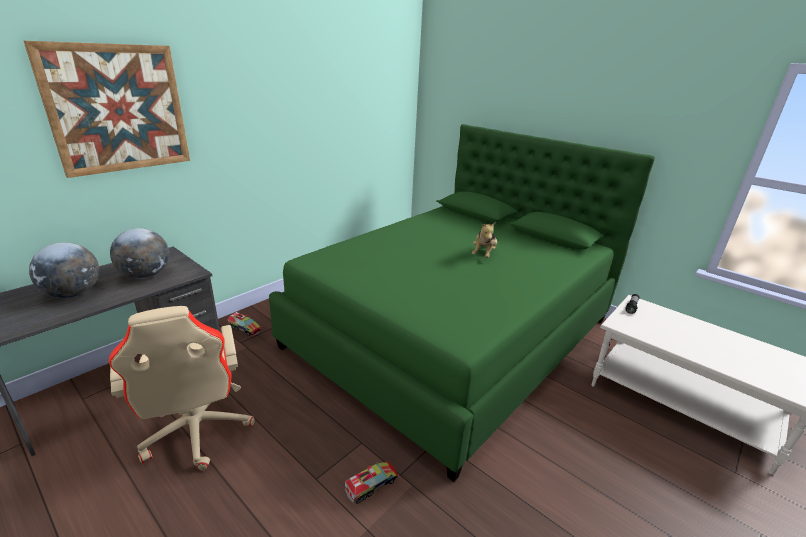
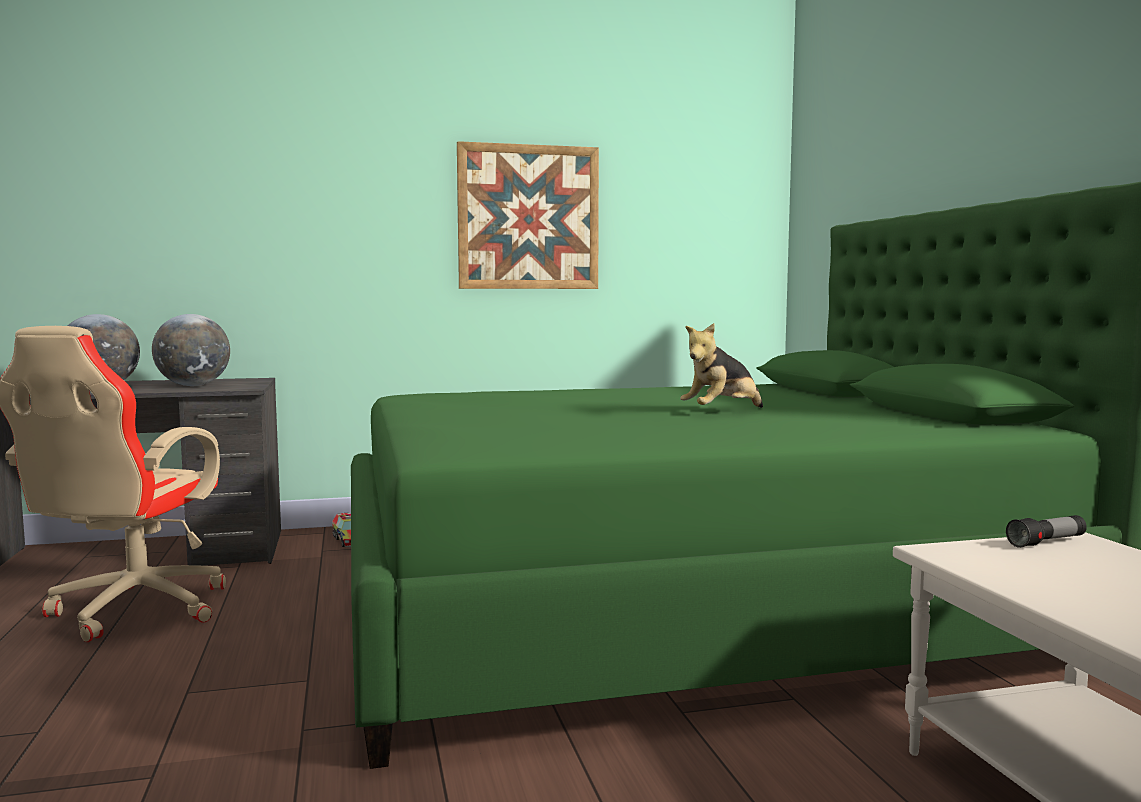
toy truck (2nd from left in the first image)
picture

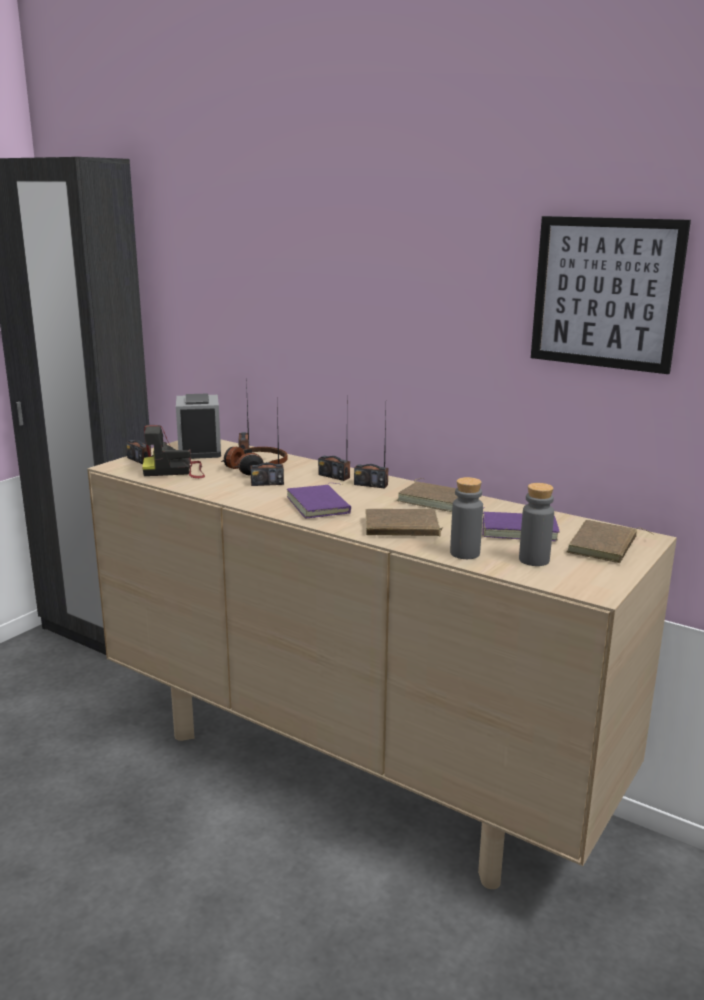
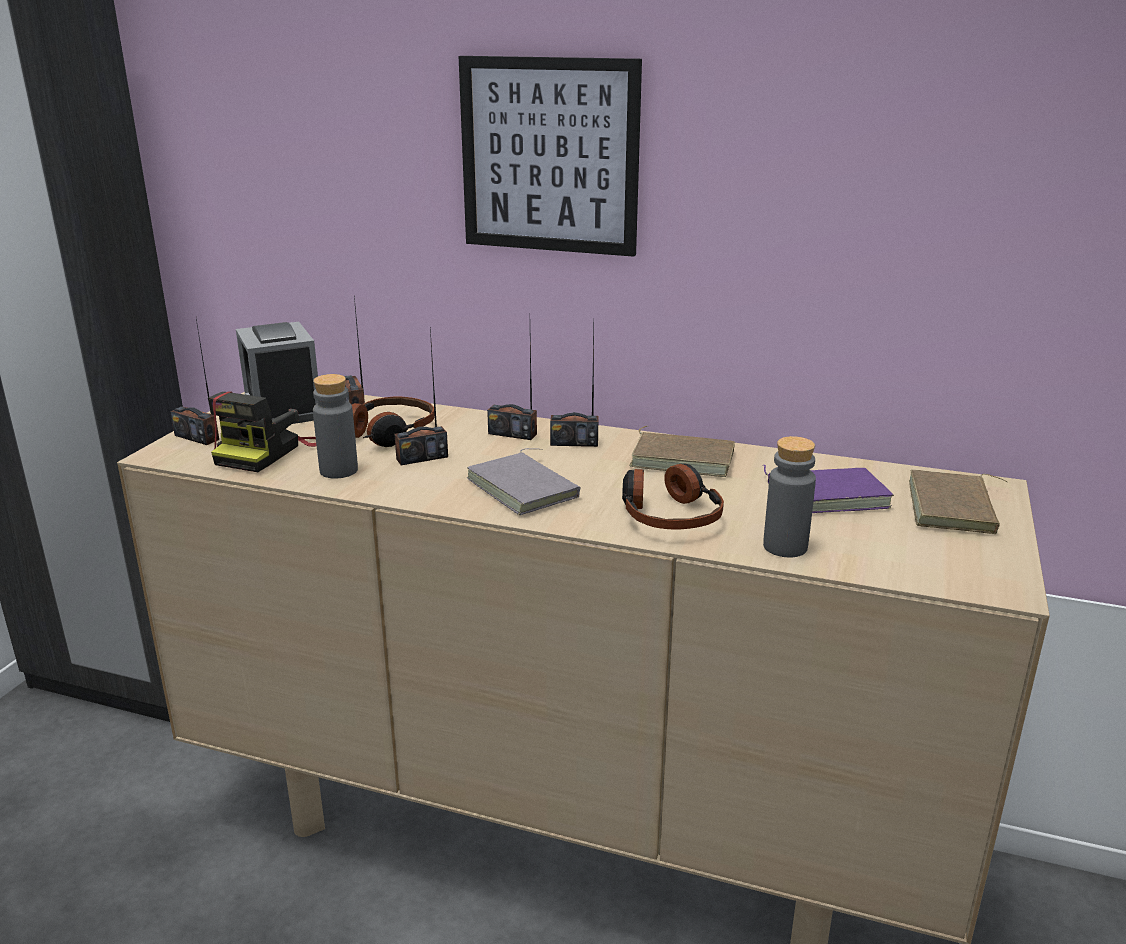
grey bottle (1st from left)
picture
headphones (2nd from left)
grey book
photo camera

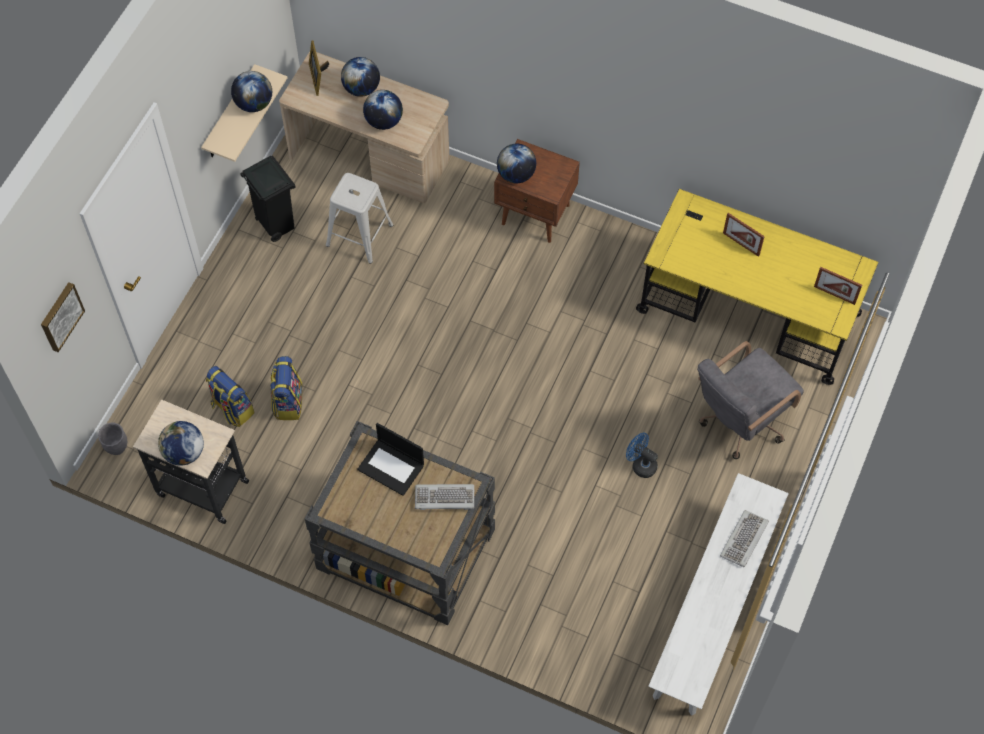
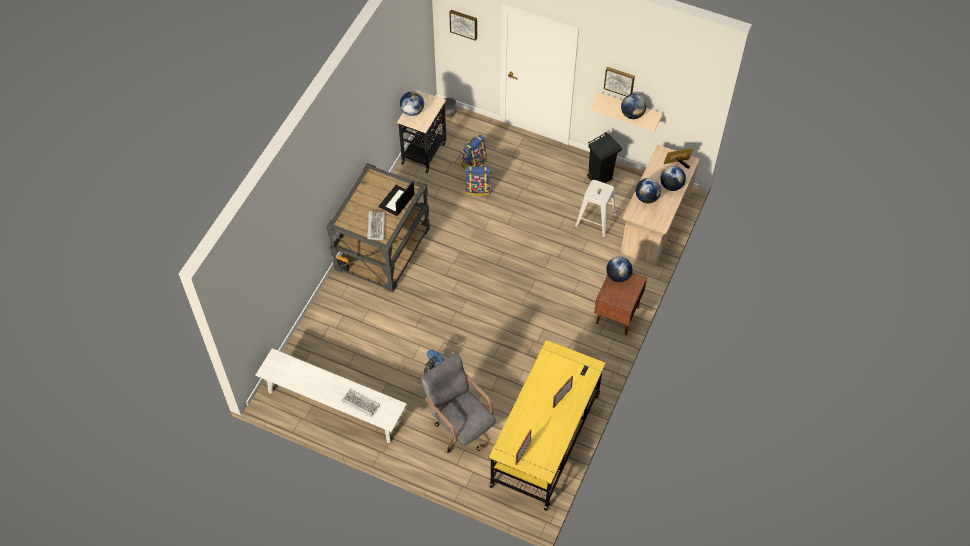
picture (2nd from left)

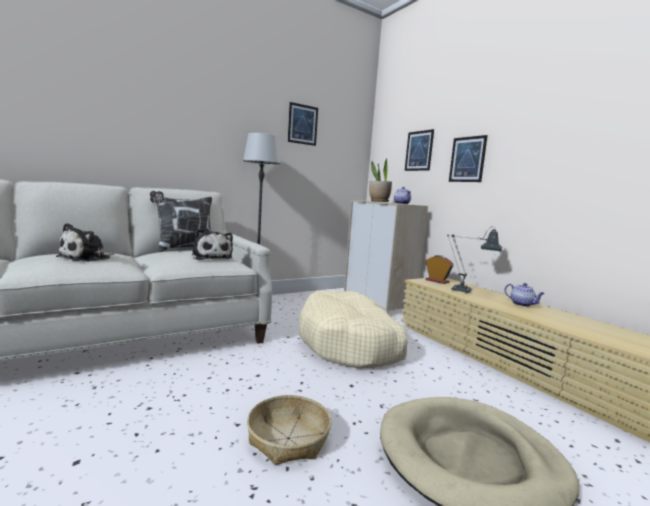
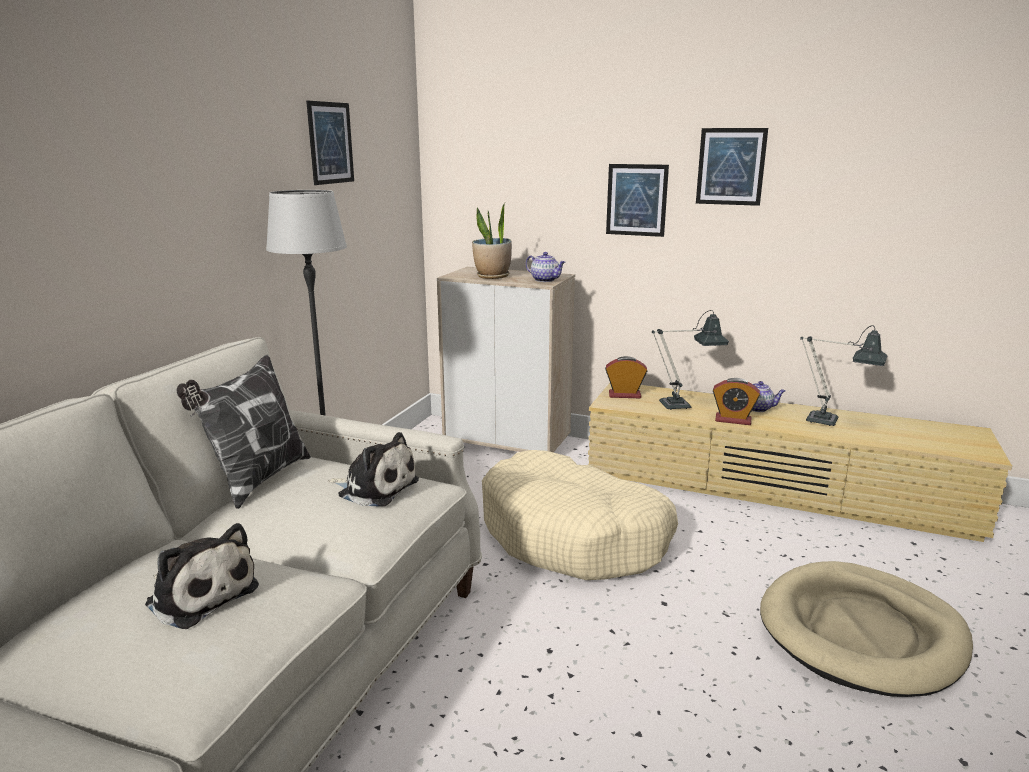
basket
alarm clock (2nd from left)
table lamp (2nd from left)
picture (3rd from left)
plush toy (1st from left)

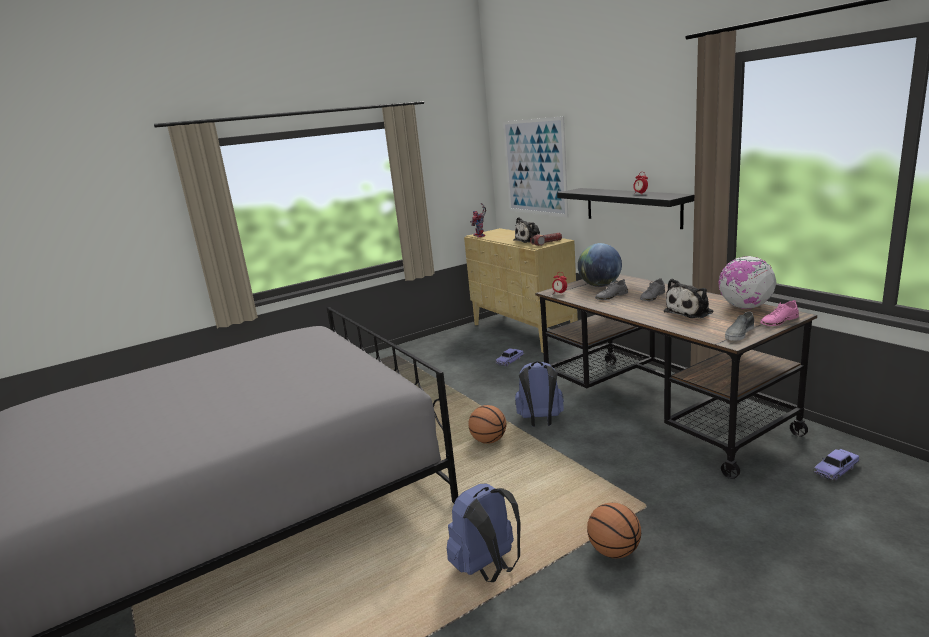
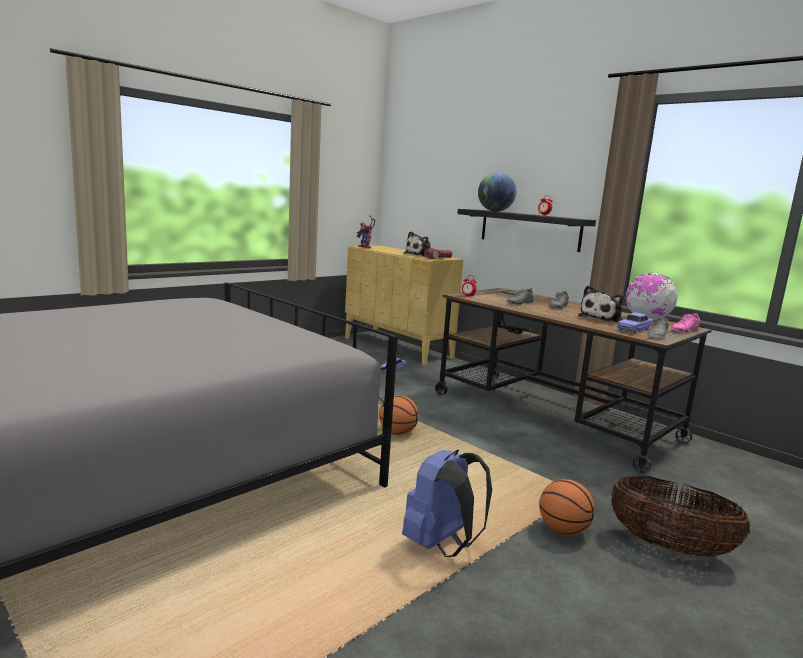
picture
blue backpack (2nd from left in the first image)
basket
globe (1st from left)
toy car (2nd from left)

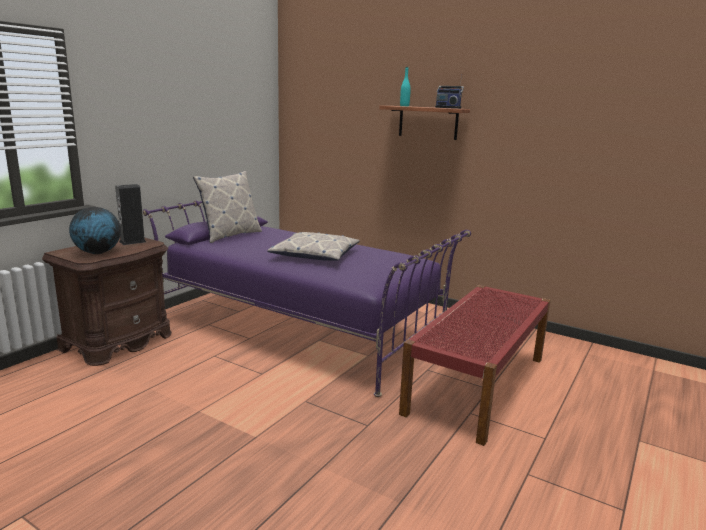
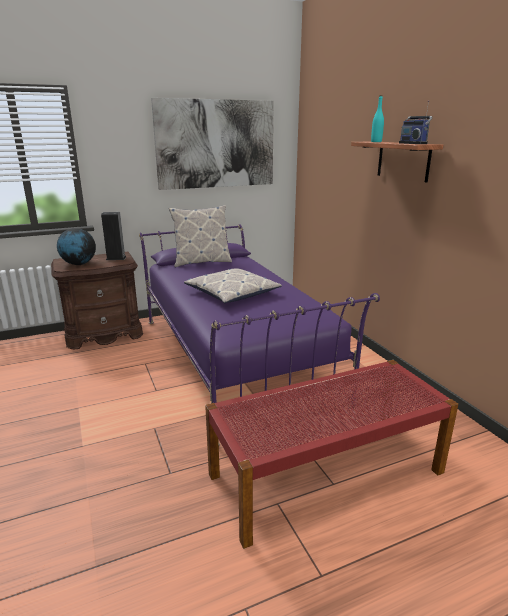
picture

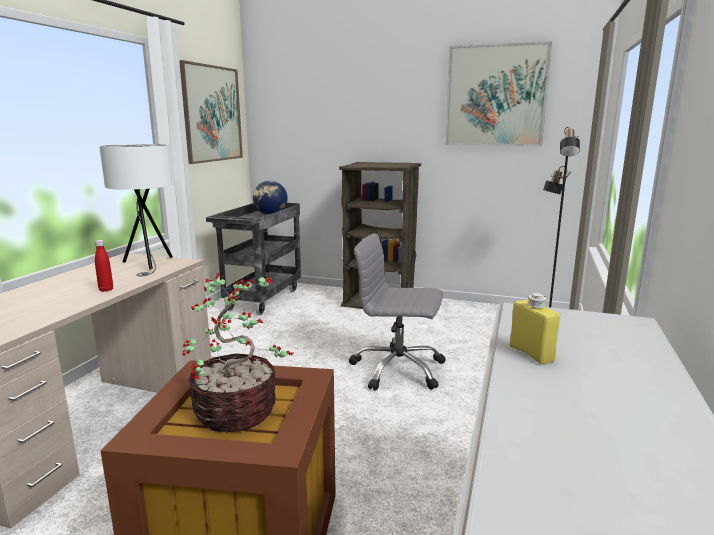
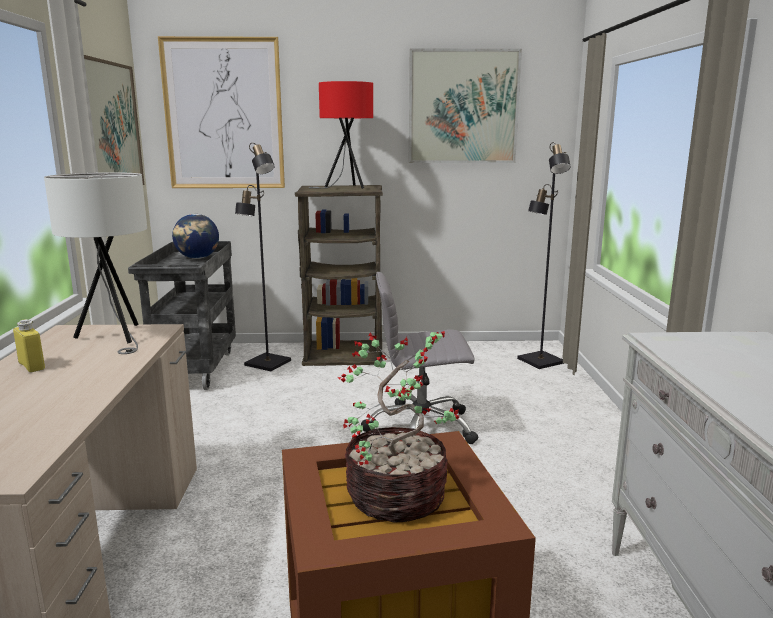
red bottle
picture (2nd from left)
black floor lamp (1st from left)
red table lamp
yellow bottle

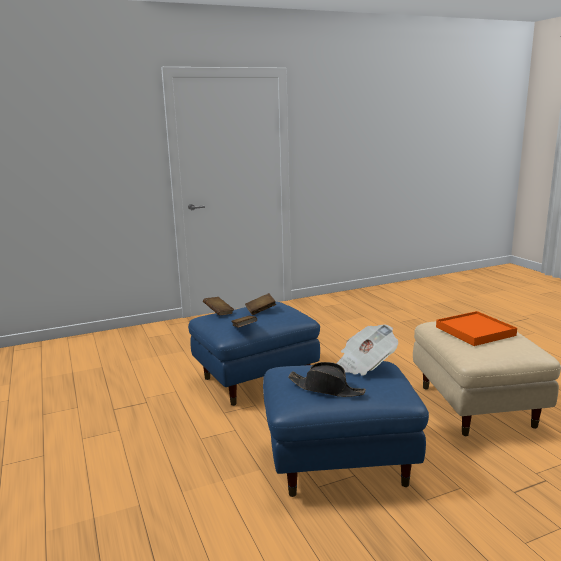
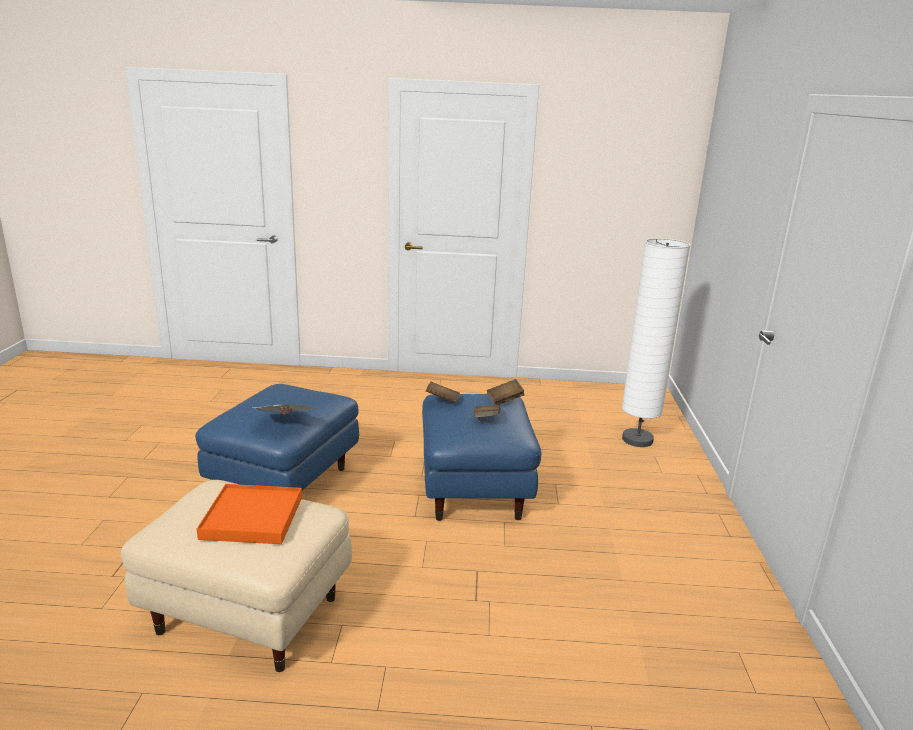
black hat
white floor lamp

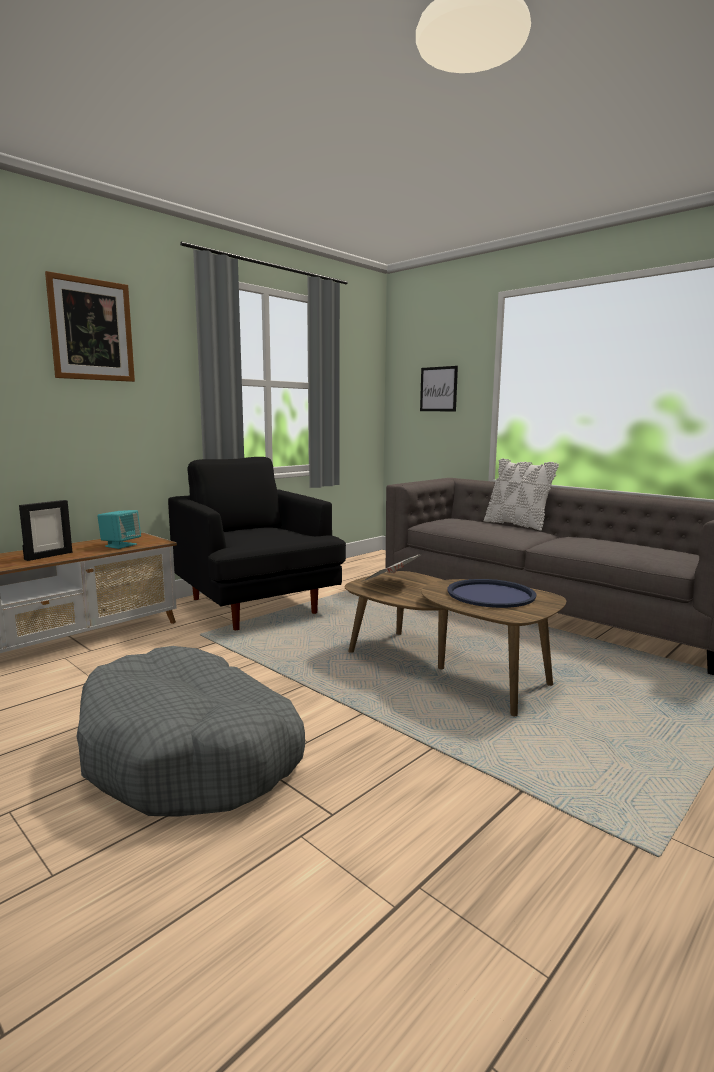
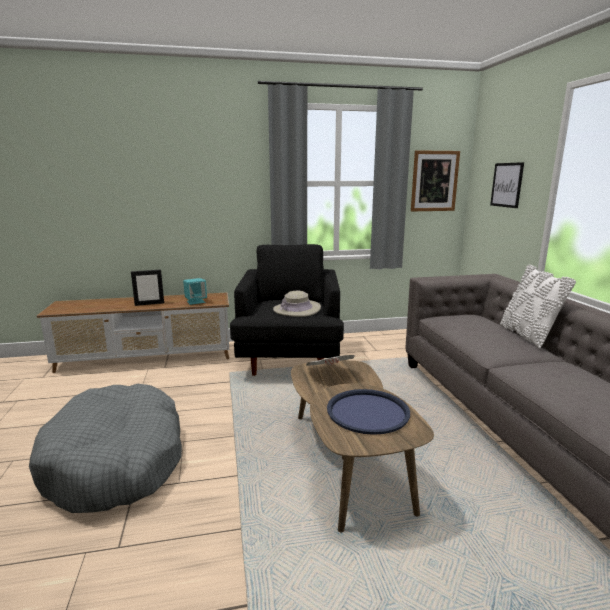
beige hat
picture (1st from left)

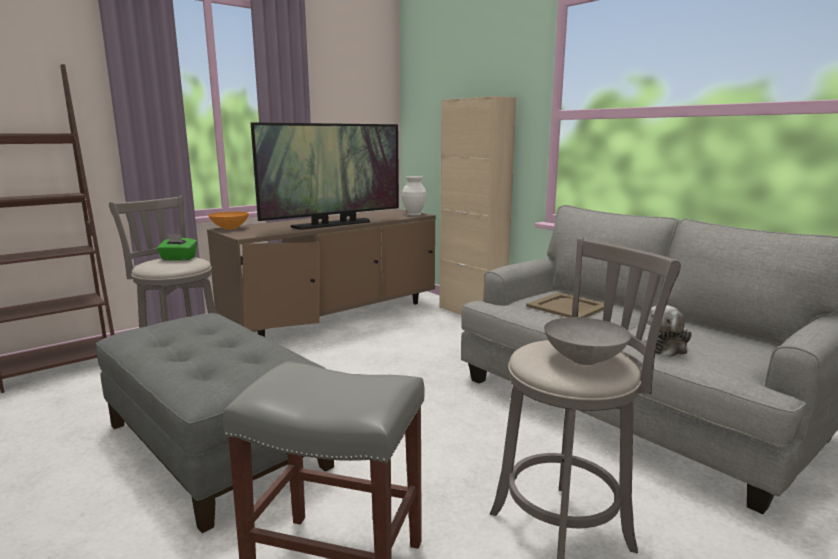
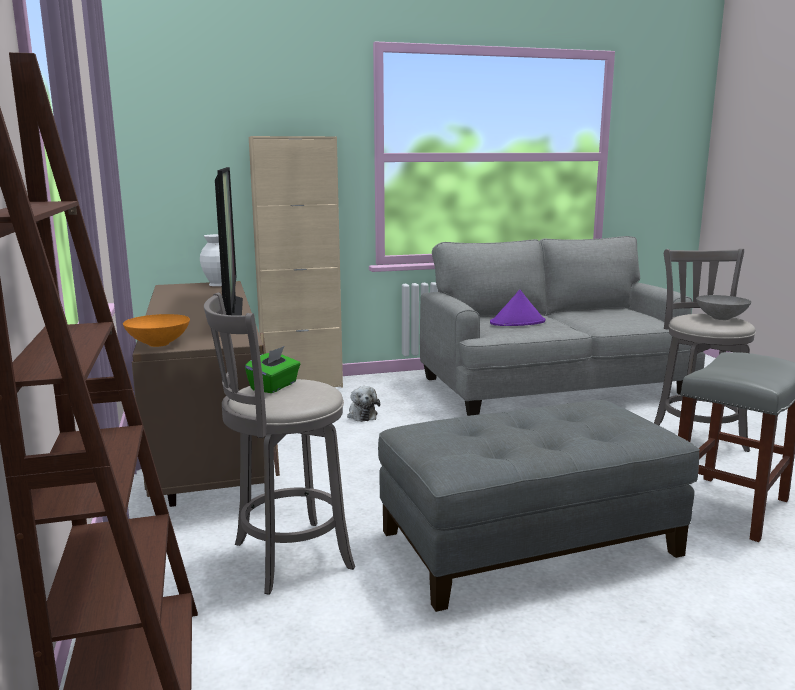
plush toy
purple hat

